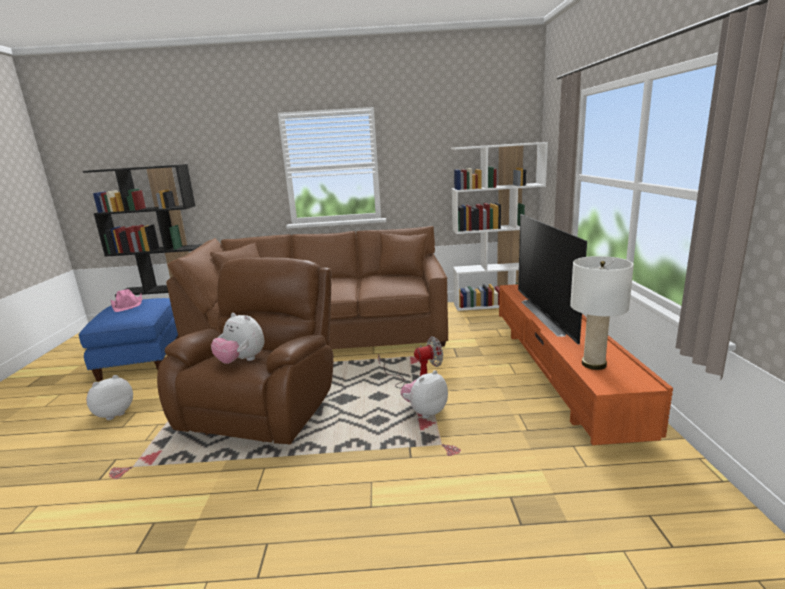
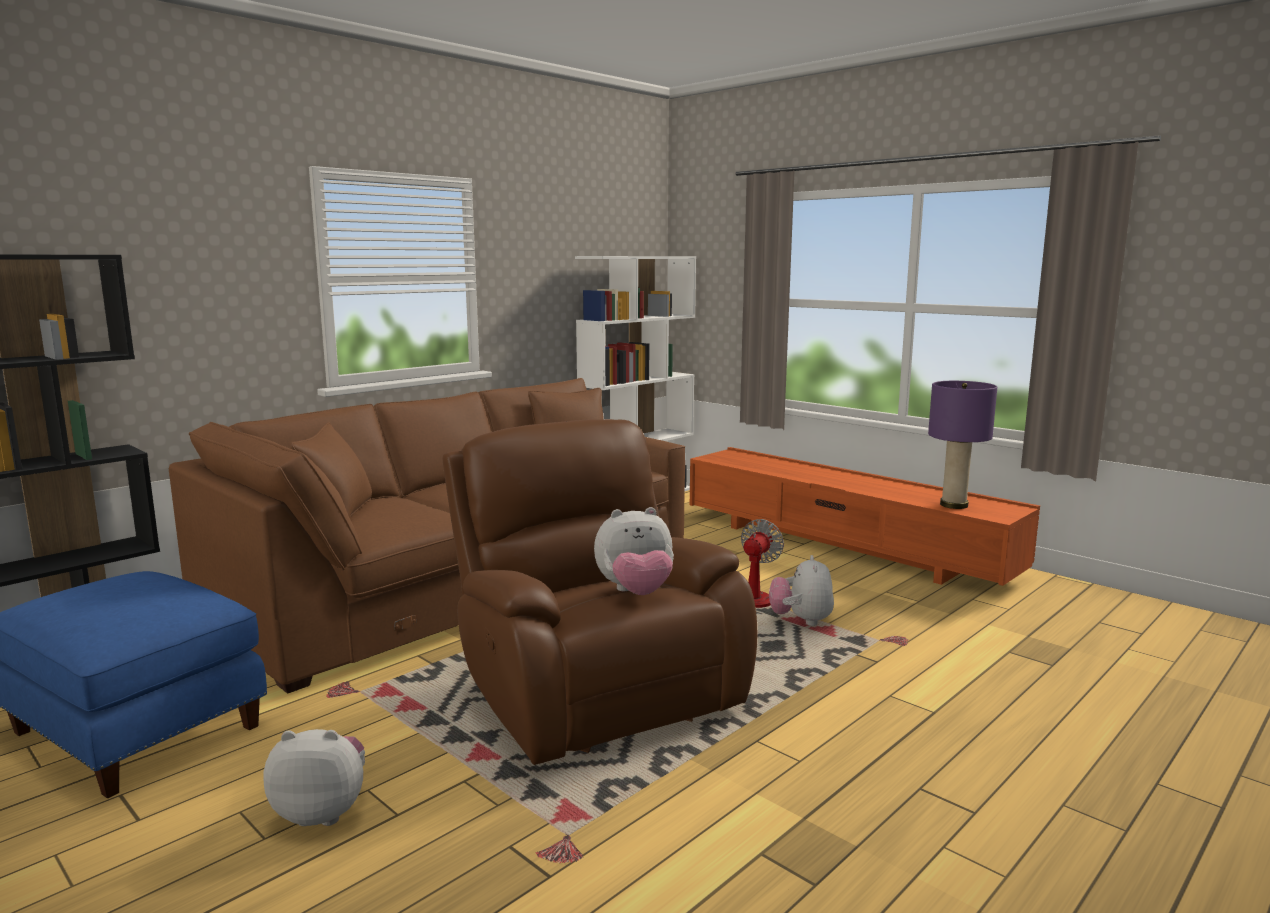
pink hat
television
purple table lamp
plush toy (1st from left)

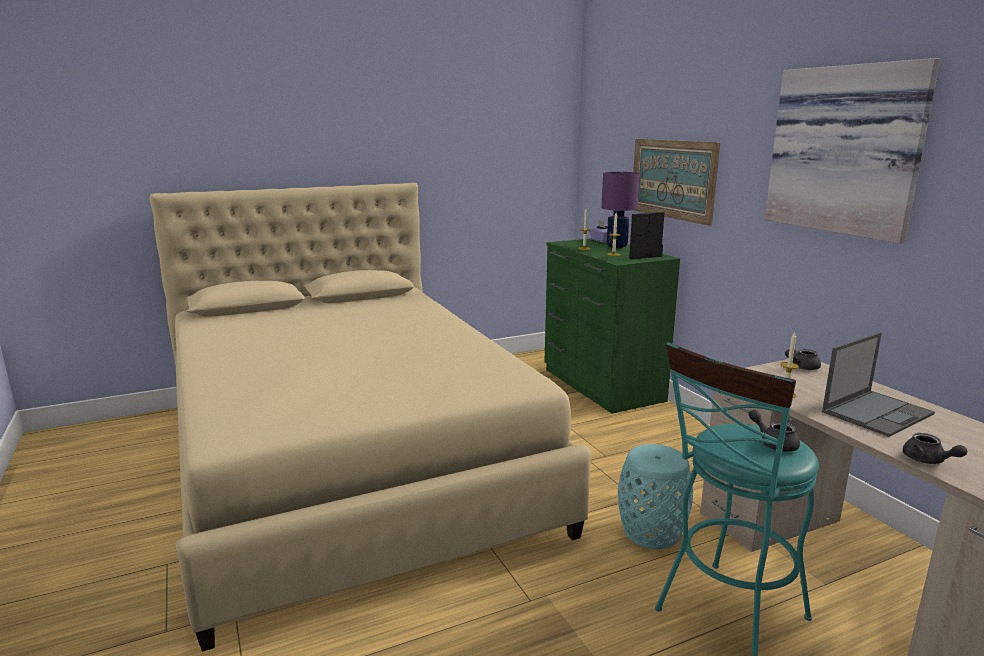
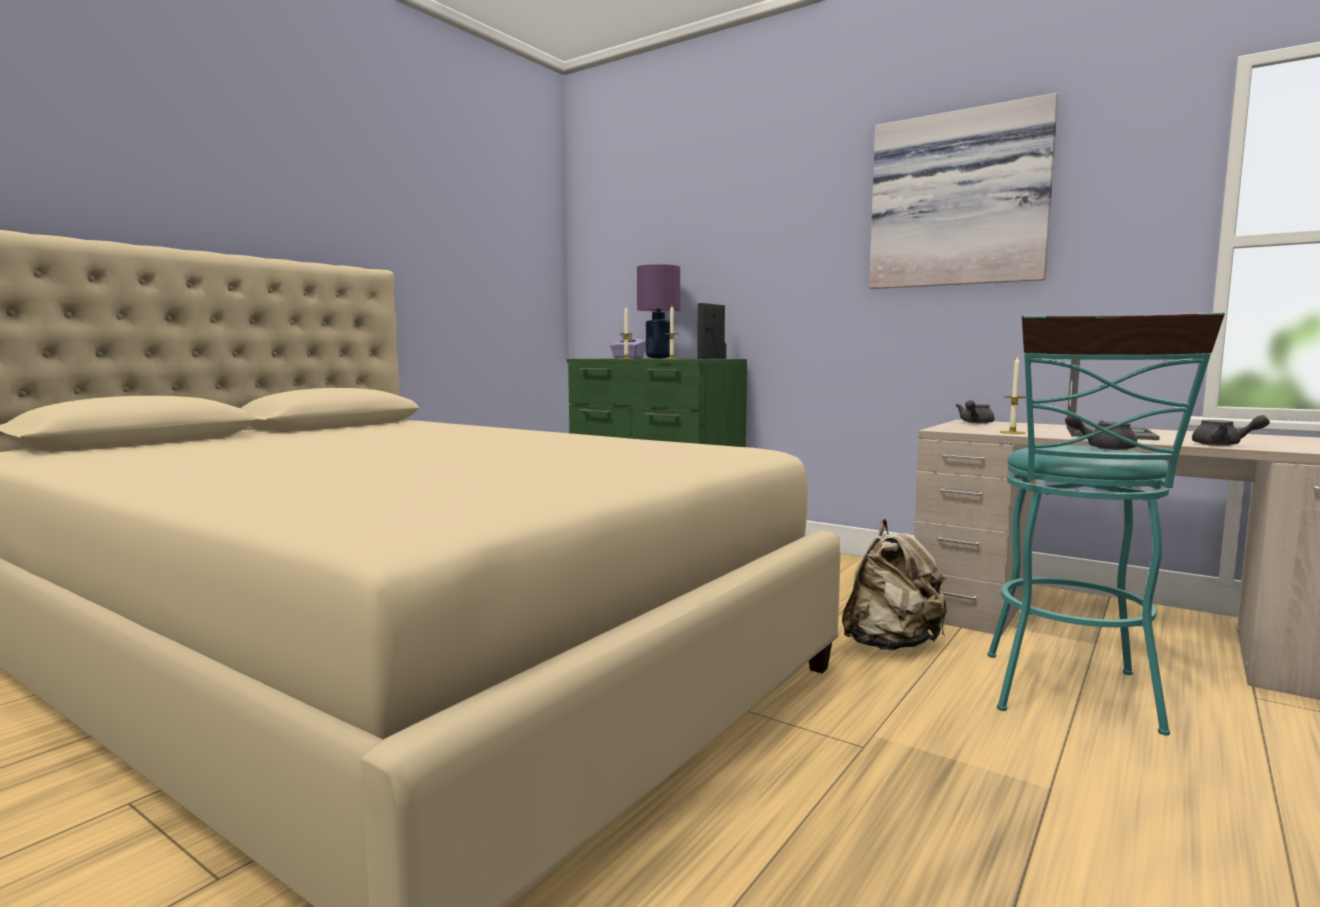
picture (1st from left in the first image)
beige backpack

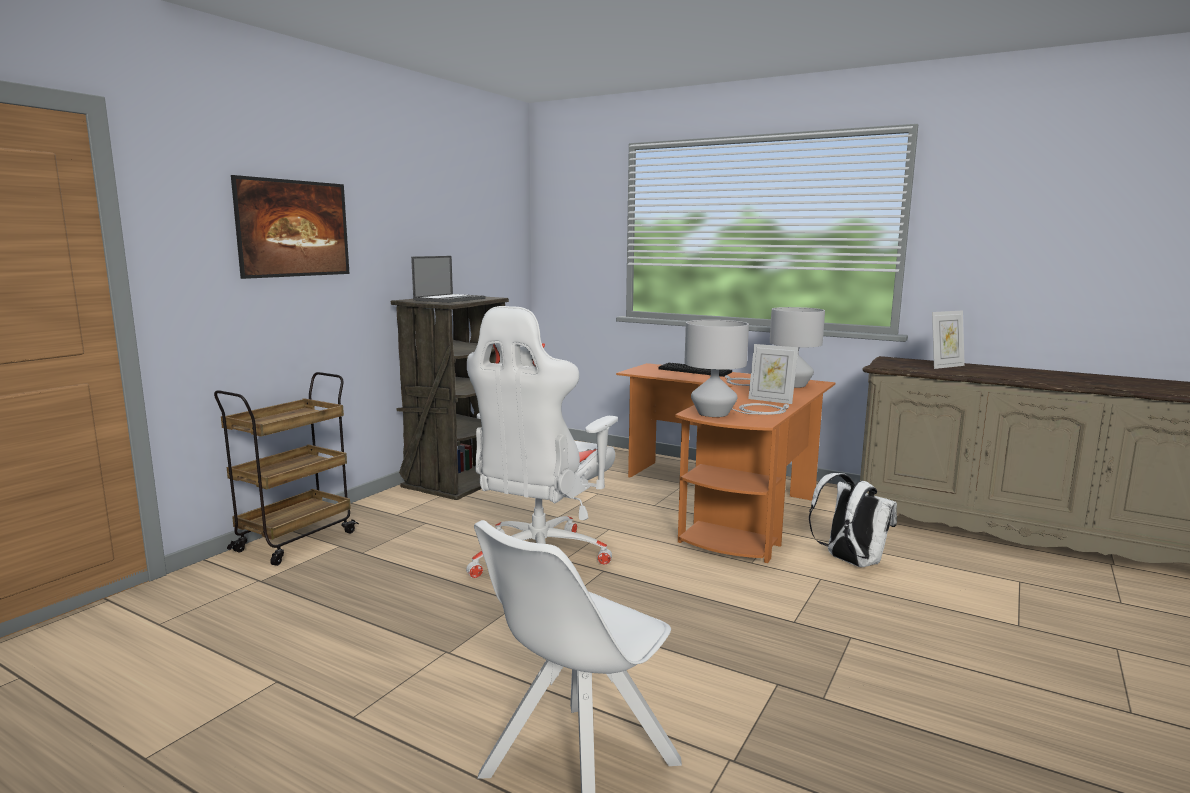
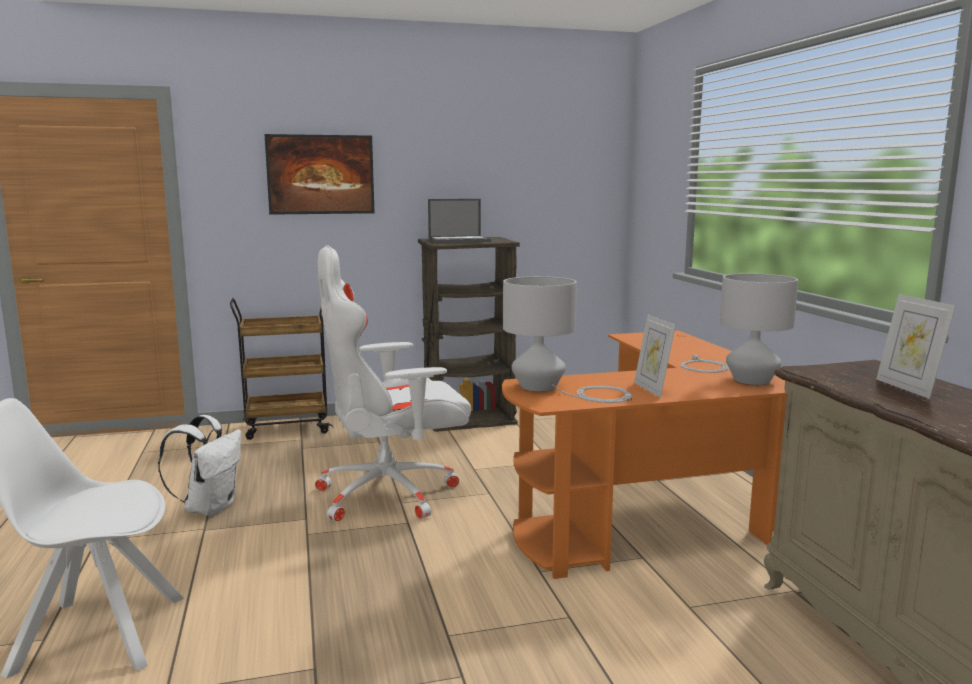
keyboard
white backpack
picture frame (2nd from left)

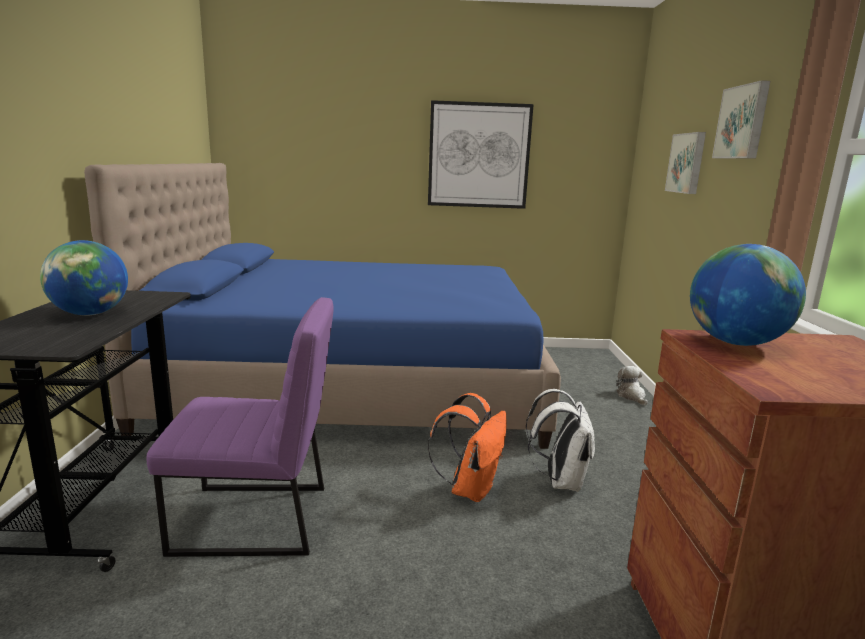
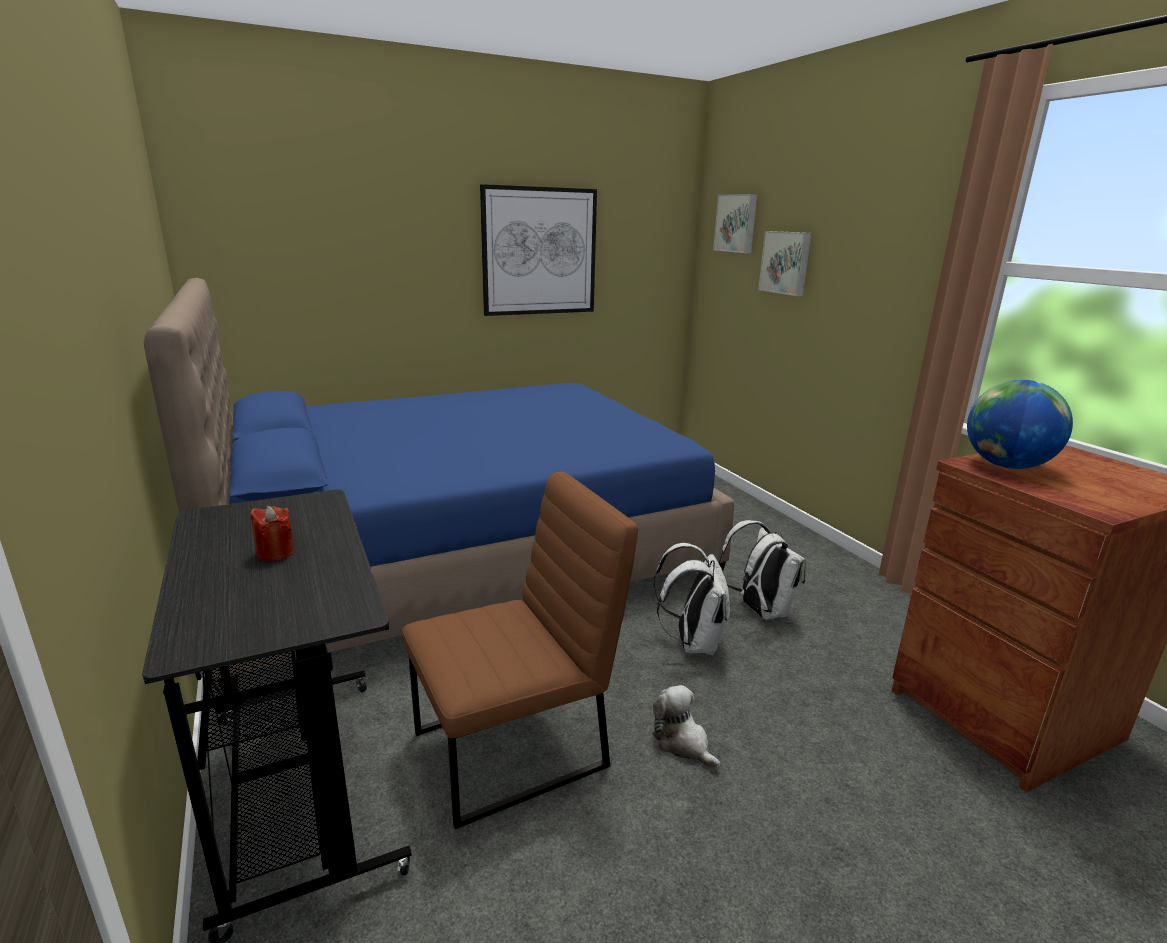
plush toy
picture (2nd from left)
red candle
brown chair
white backpack (1st from left)

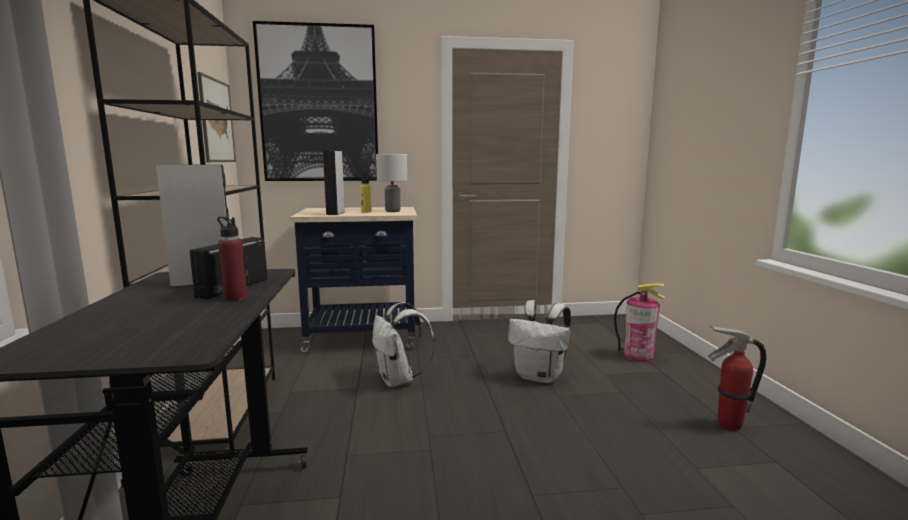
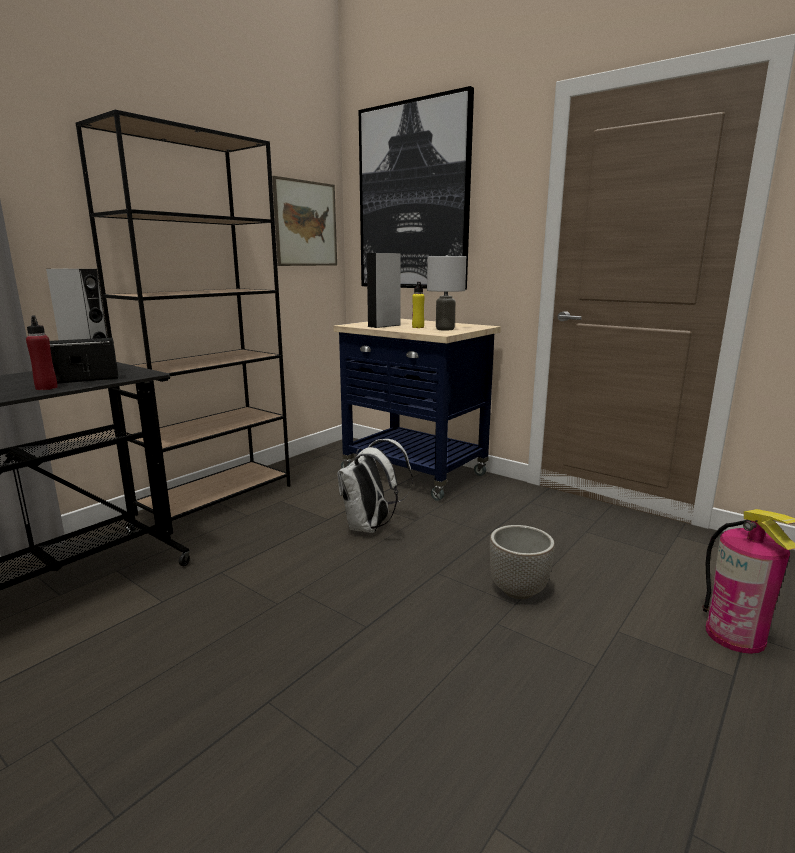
fire extinguisher (2nd from left in the first image)
planter

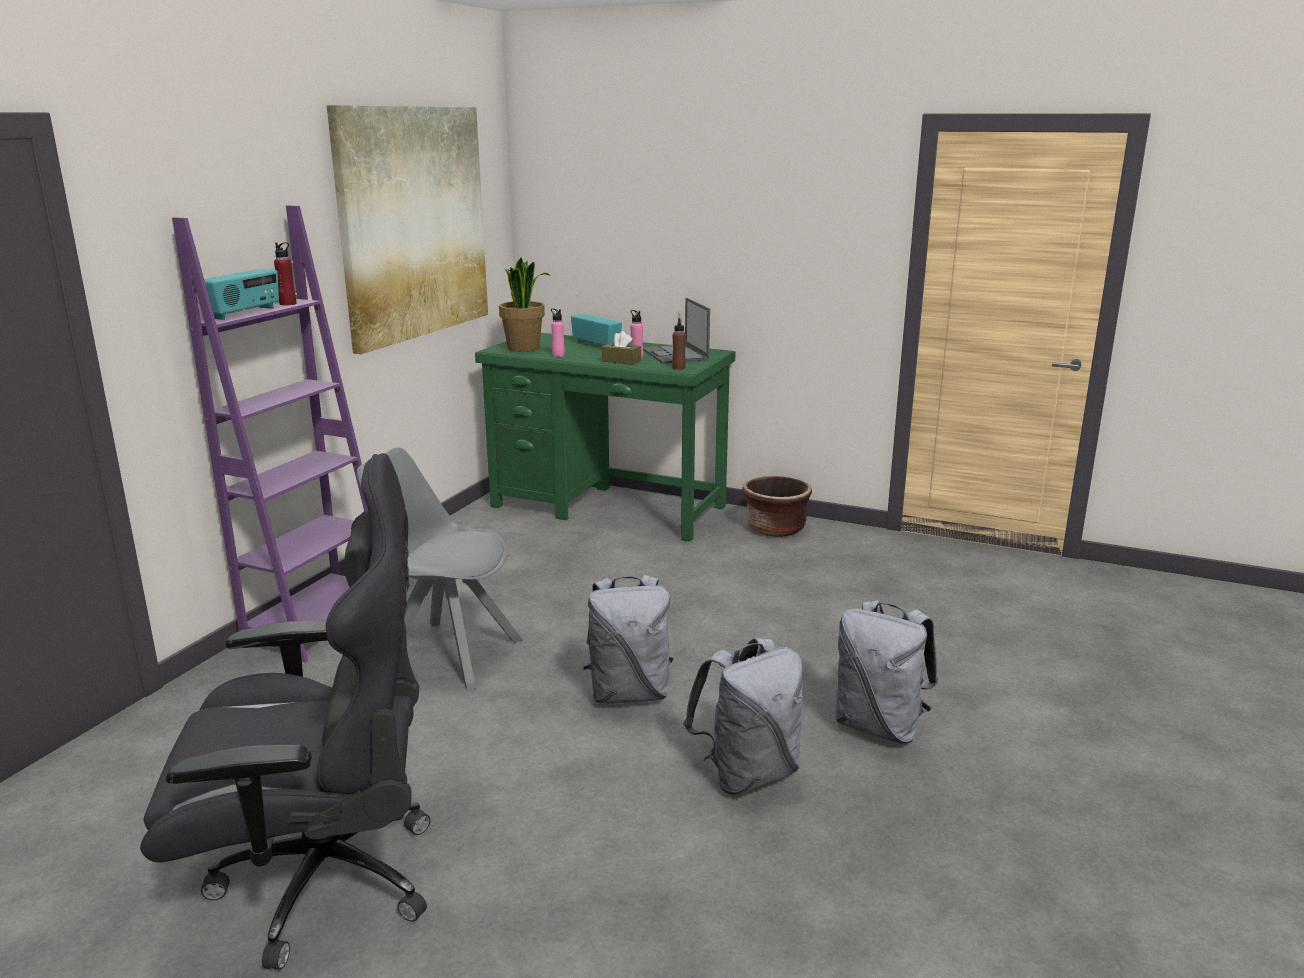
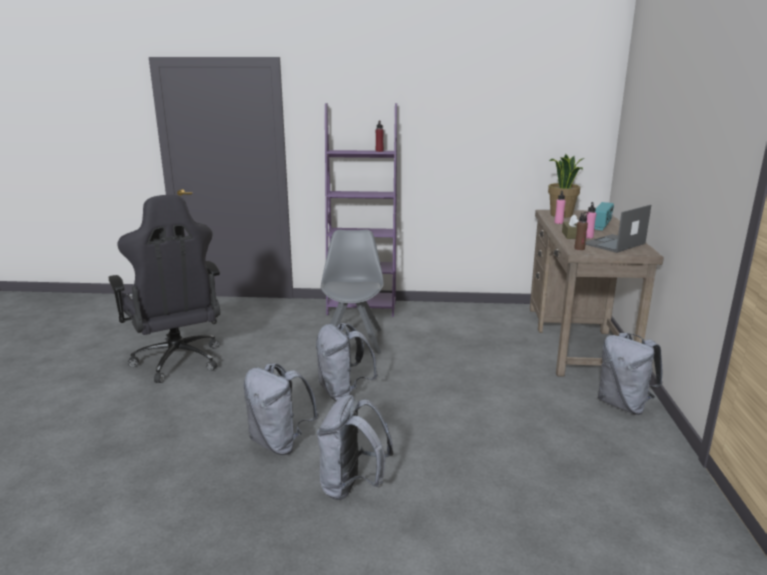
radio (1st from left in the first image)
picture
grey backpack (4th from left)
brown desk

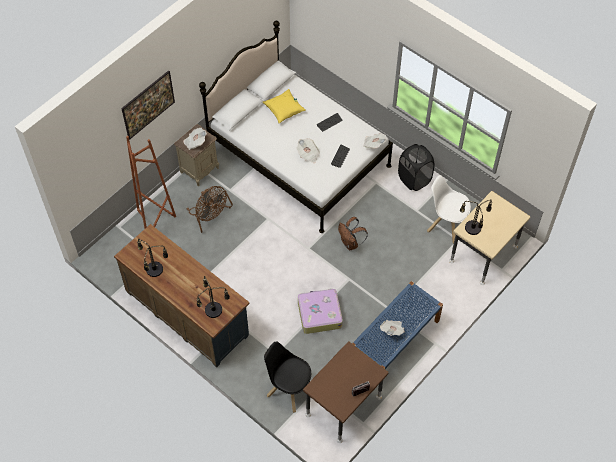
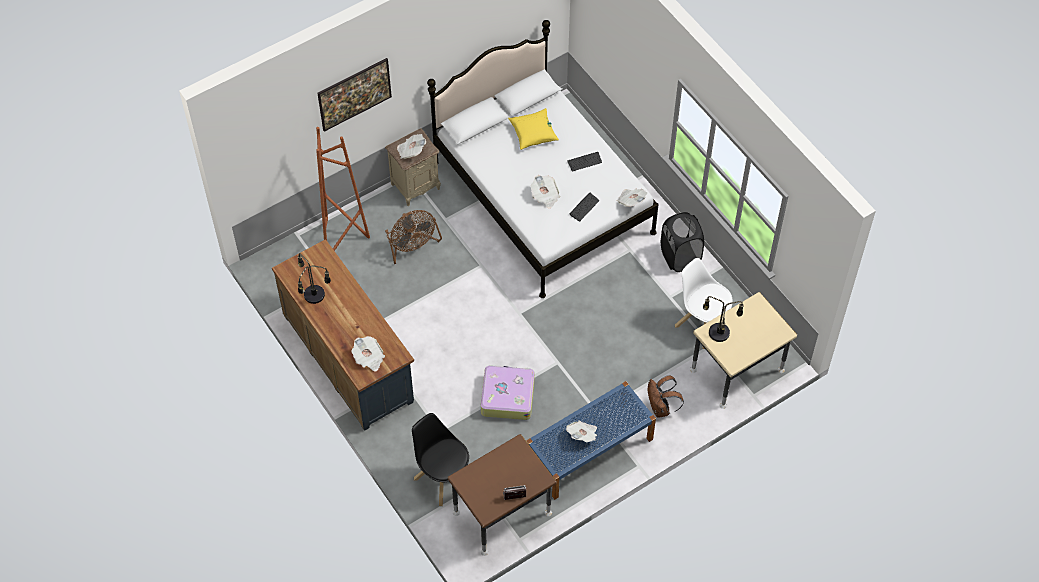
brown backpack
newspaper (1st from left)

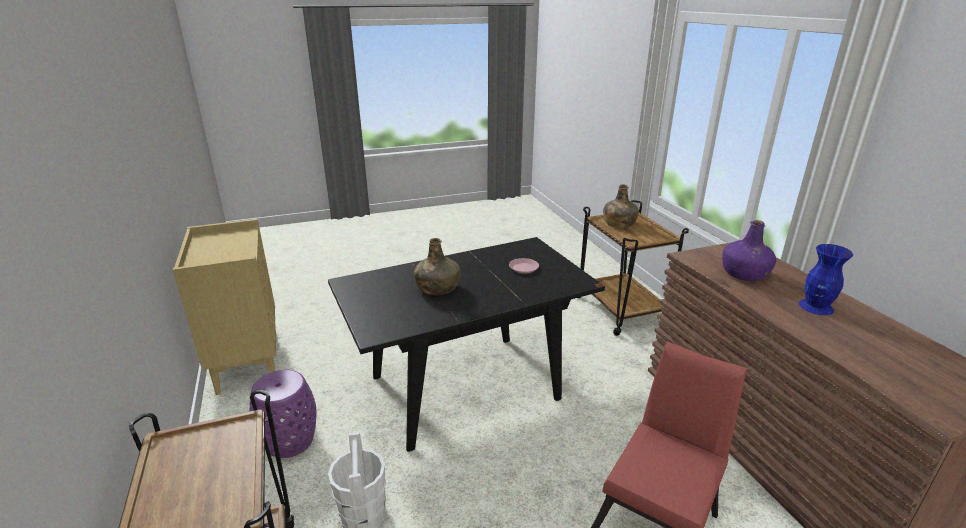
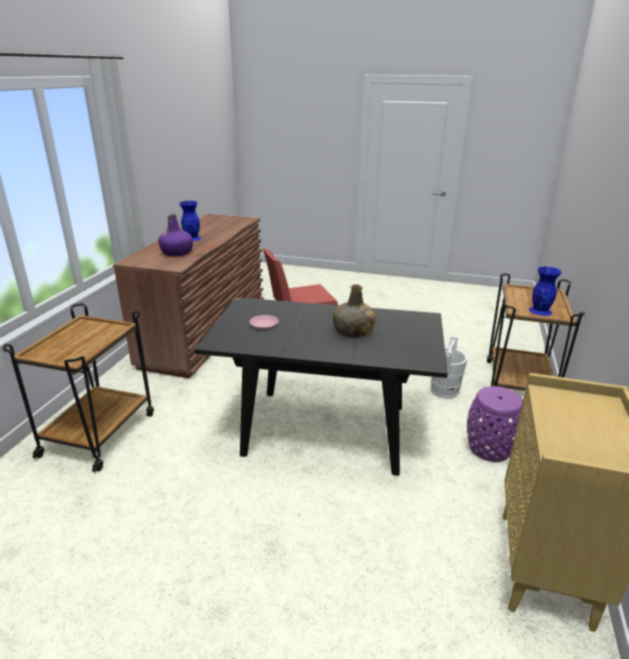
green bottle (2nd from left in the first image)
blue vase (2nd from left)

